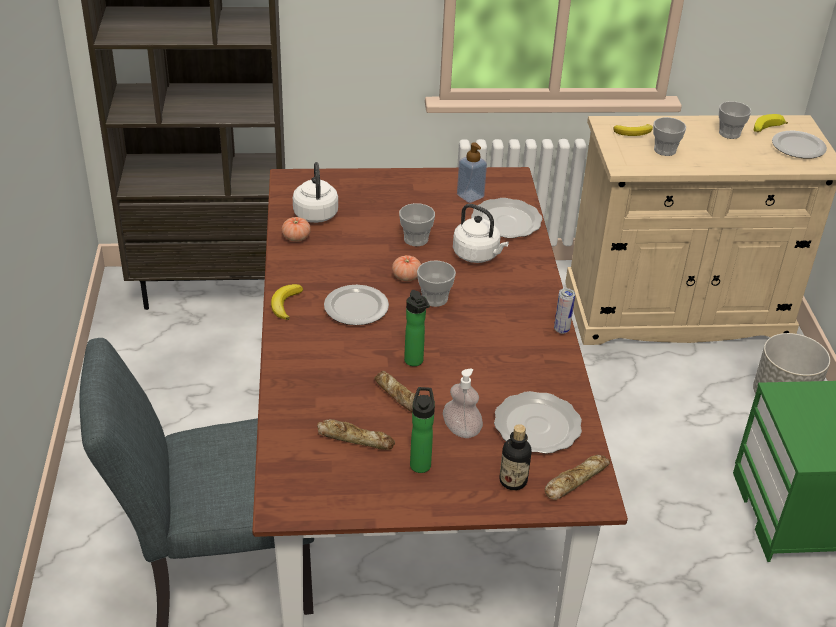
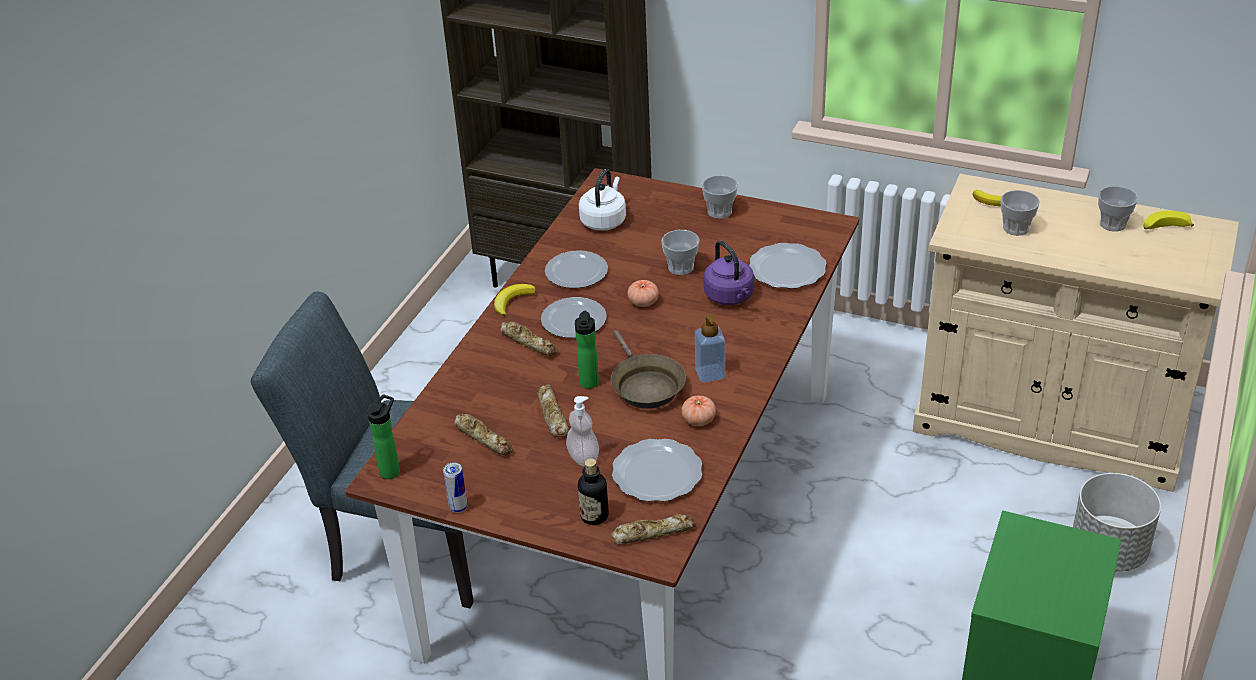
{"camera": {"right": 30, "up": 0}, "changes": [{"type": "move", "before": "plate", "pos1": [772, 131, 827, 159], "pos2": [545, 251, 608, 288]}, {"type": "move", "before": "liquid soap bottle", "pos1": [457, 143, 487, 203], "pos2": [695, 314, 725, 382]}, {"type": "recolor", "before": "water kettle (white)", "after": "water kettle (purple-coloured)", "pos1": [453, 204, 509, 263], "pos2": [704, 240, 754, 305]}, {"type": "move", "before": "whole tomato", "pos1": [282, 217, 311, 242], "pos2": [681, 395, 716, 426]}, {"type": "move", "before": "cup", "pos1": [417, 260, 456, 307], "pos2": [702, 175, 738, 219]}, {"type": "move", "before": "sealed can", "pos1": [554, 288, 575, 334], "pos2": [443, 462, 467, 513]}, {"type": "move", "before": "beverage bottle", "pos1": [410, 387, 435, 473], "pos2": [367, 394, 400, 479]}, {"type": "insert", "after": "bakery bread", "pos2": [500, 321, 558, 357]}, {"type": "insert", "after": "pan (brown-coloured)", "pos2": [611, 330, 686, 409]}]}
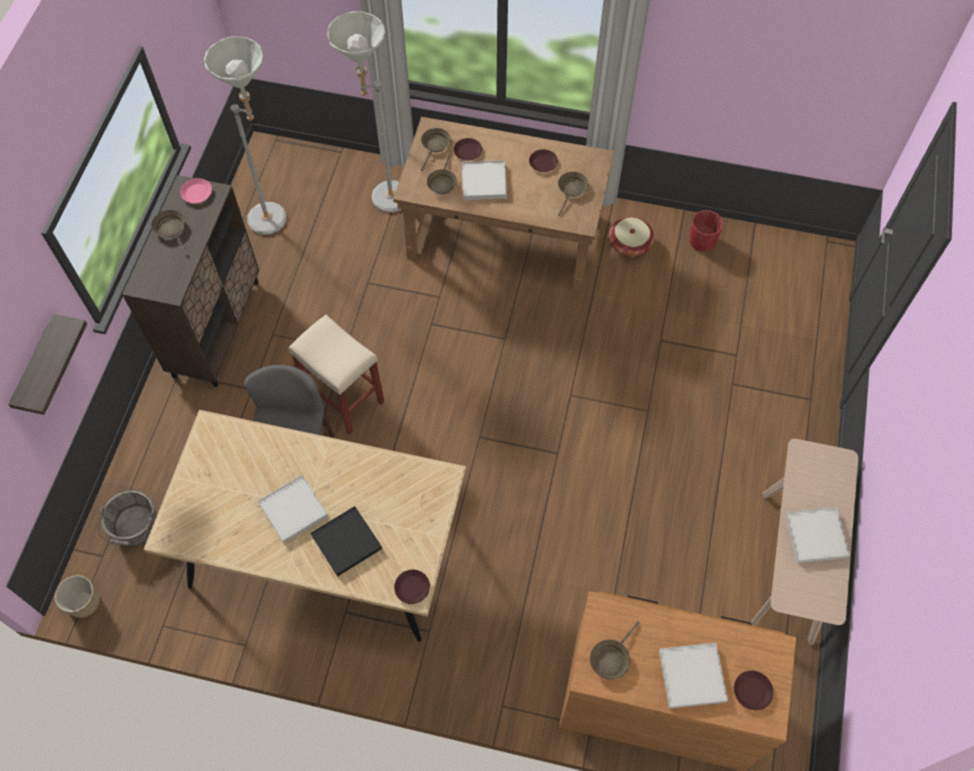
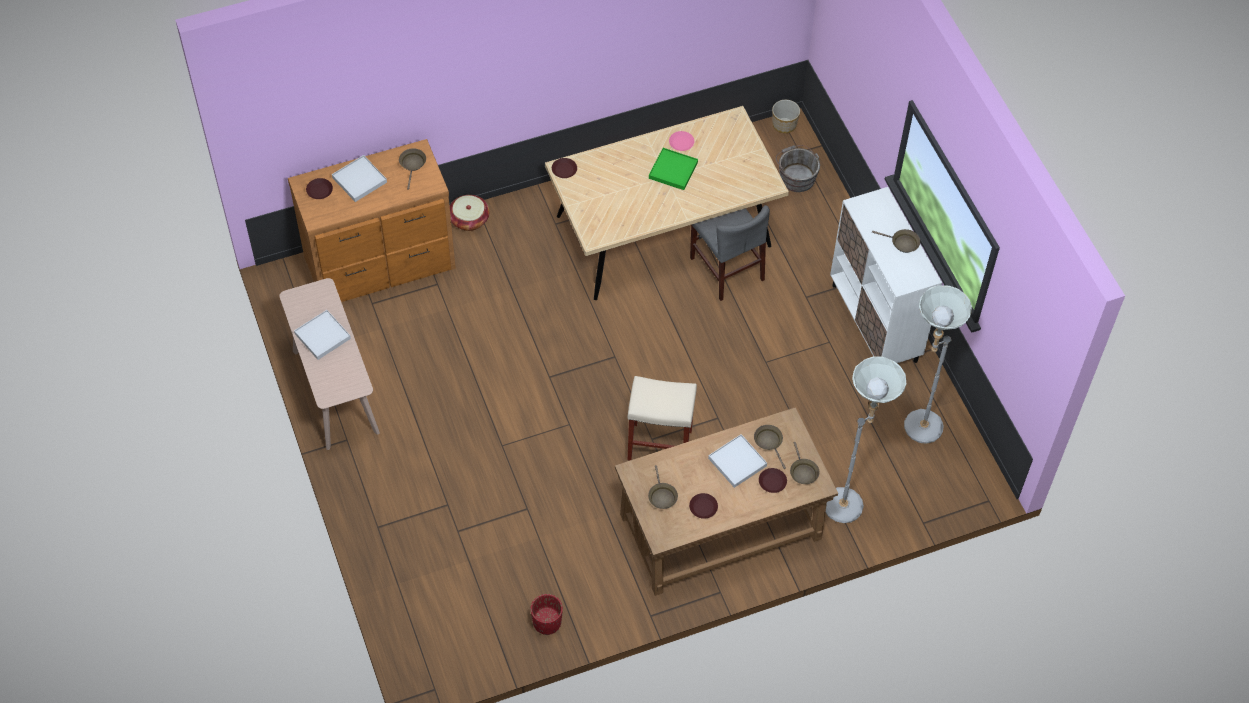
{"camera": {"right": 145, "up": -5}, "changes": [{"type": "recolor", "before": "cabinet (brown-coloured)", "after": "cabinet (white)", "pos1": [122, 175, 259, 387], "pos2": [830, 187, 942, 363]}, {"type": "move", "before": "plate (pink-coloured)", "pos1": [180, 178, 212, 203], "pos2": [669, 131, 694, 151]}, {"type": "move", "before": "basket", "pos1": [609, 217, 654, 257], "pos2": [450, 195, 489, 231]}, {"type": "delete", "before": "bracket shelf", "pos1": [8, 314, 87, 415]}, {"type": "move", "before": "sitting stool (beige)", "pos1": [289, 315, 385, 435], "pos2": [628, 376, 697, 460]}, {"type": "recolor", "before": "tray (white)", "after": "tray (green-coloured)", "pos1": [258, 475, 328, 543], "pos2": [649, 148, 698, 190]}, {"type": "delete", "before": "tray (blackish)", "pos1": [311, 506, 382, 577]}]}
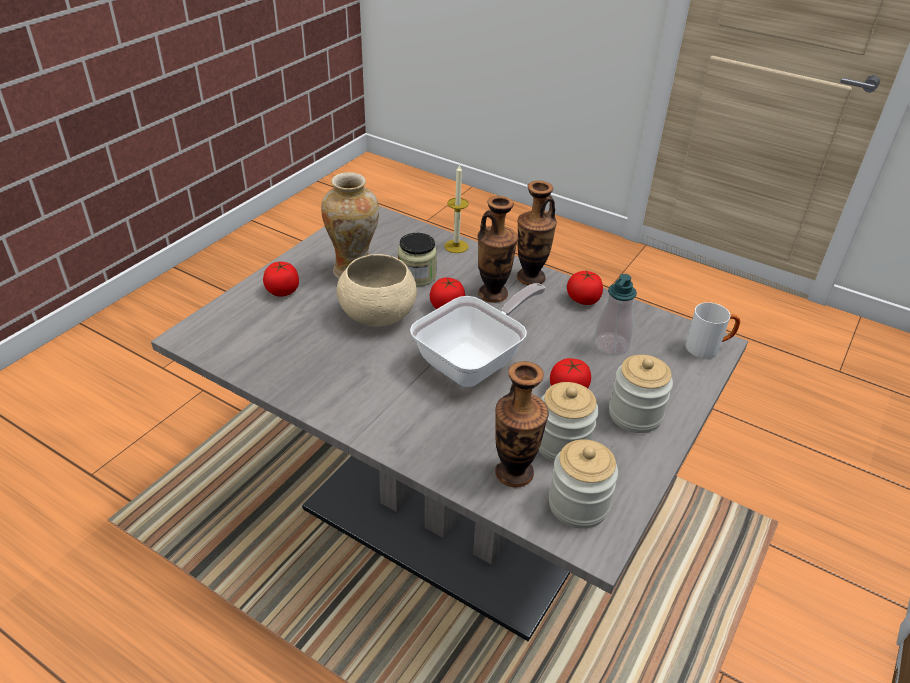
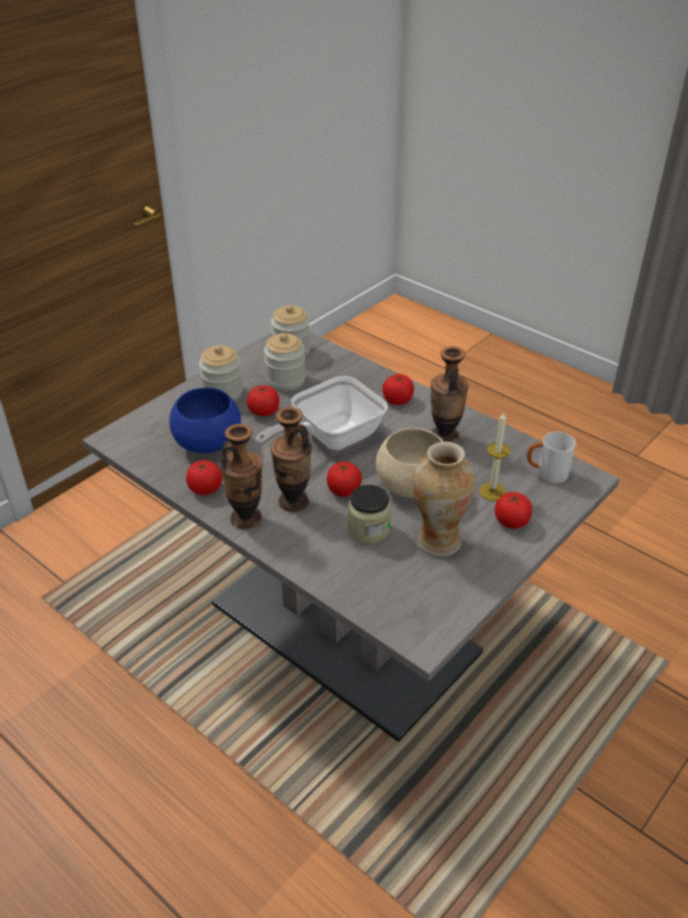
{"camera": {"right": -170, "up": 0}, "changes": [{"type": "move", "before": "wax light", "pos1": [444, 164, 469, 253], "pos2": [479, 413, 510, 501]}, {"type": "replace", "before": "liquid soap bottle", "after": "serving bowl (blue)", "pos1": [594, 274, 637, 355], "pos2": [169, 388, 241, 454]}, {"type": "move", "before": "tea mug (white)", "pos1": [686, 302, 740, 359], "pos2": [527, 432, 576, 483]}, {"type": "move", "before": "flower vase", "pos1": [495, 361, 549, 488], "pos2": [431, 347, 468, 443]}, {"type": "insert", "after": "whole tomato", "pos2": [382, 374, 414, 405]}]}
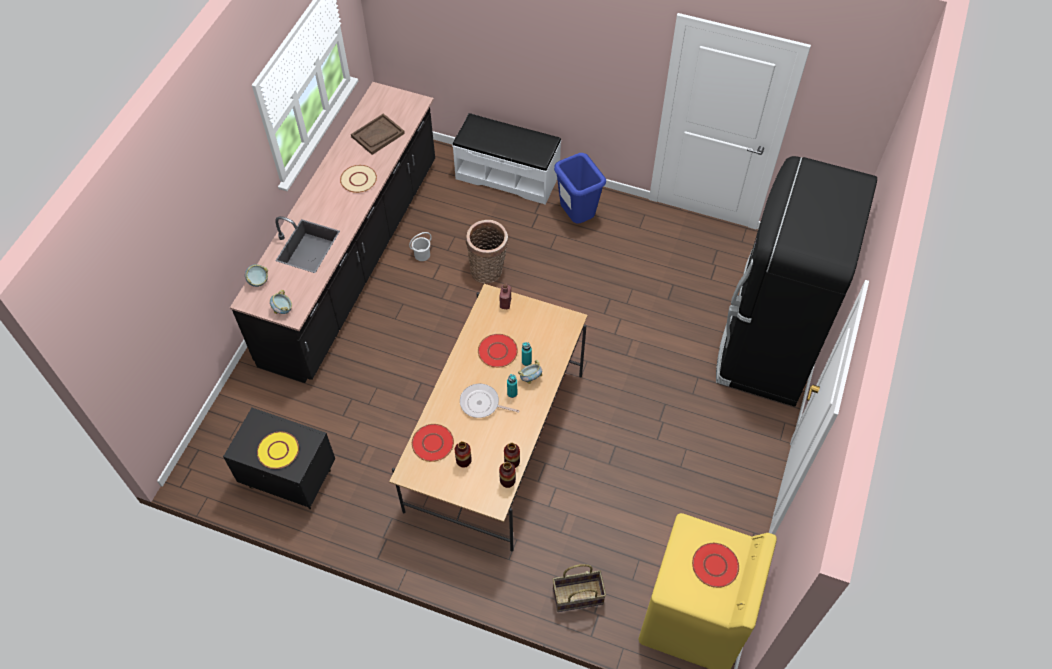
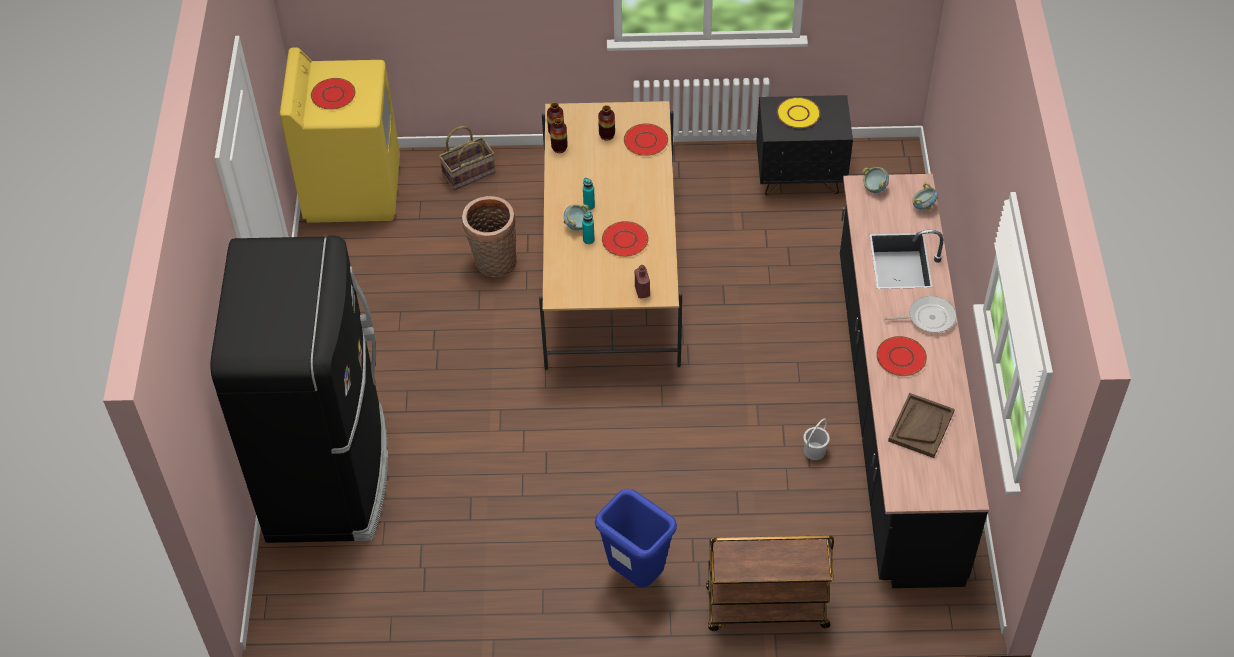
{"camera": {"right": 160, "up": -5}, "changes": [{"type": "replace", "before": "bench (white)", "after": "wheeled cart (brown-coloured)", "pos1": [452, 113, 561, 205], "pos2": [706, 535, 834, 631]}, {"type": "recolor", "before": "plate (beige)", "after": "plate (reddish)", "pos1": [340, 165, 377, 193], "pos2": [876, 336, 927, 376]}, {"type": "move", "before": "basket", "pos1": [466, 220, 508, 284], "pos2": [462, 196, 517, 277]}, {"type": "move", "before": "pan", "pos1": [460, 384, 519, 418], "pos2": [884, 296, 956, 333]}]}
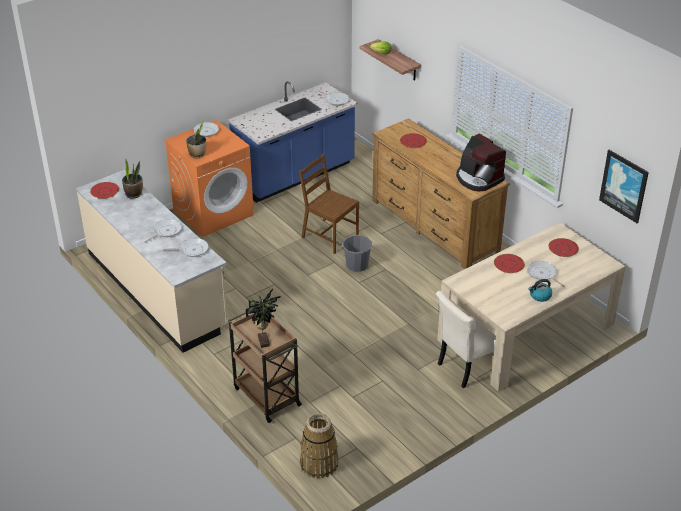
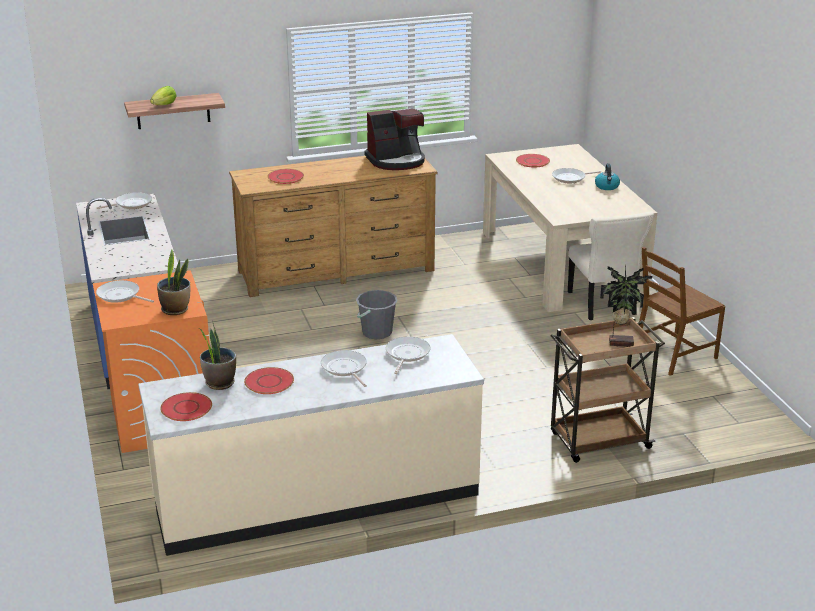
{"camera": {"right": -70, "up": -10}, "changes": [{"type": "delete", "before": "wall picture", "pos1": [599, 150, 649, 223]}, {"type": "move", "before": "plain chair (brown-coloured)", "pos1": [299, 154, 359, 254], "pos2": [639, 247, 725, 376]}, {"type": "move", "before": "plate (reddish)", "pos1": [494, 254, 525, 273], "pos2": [244, 367, 294, 394]}, {"type": "delete", "before": "basket", "pos1": [300, 413, 339, 479]}]}
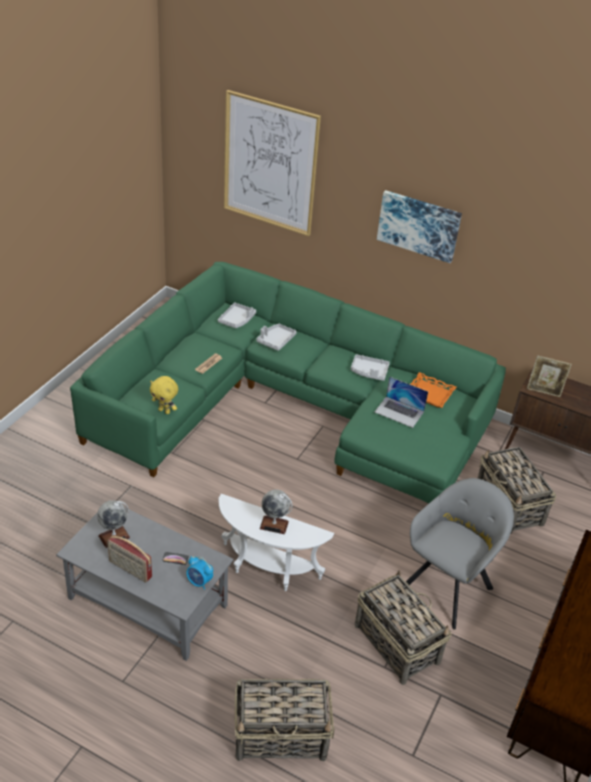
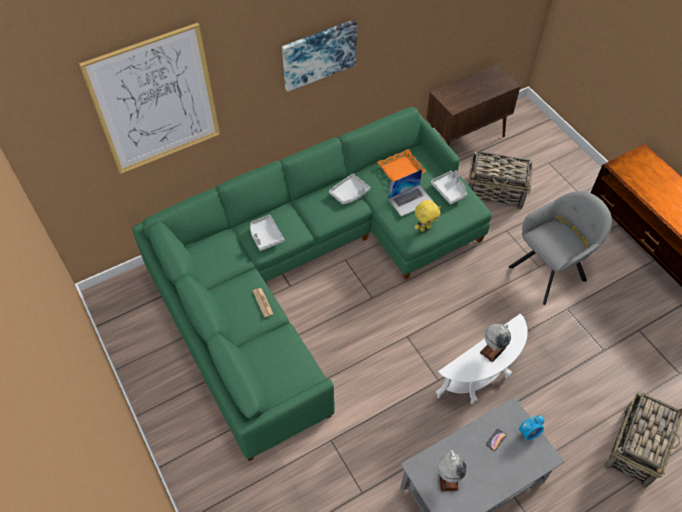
{"camera": {"right": -55, "up": 15}, "changes": [{"type": "move", "before": "tray (gray)", "pos1": [218, 302, 256, 328], "pos2": [431, 171, 467, 205]}, {"type": "delete", "before": "standing frame", "pos1": [527, 355, 572, 397]}, {"type": "move", "before": "soft toy (yellow-coloured)", "pos1": [150, 376, 178, 414], "pos2": [414, 200, 441, 232]}, {"type": "rotate", "before": "easy chair (gray)", "pos1": [406, 478, 514, 630], "pos2": [509, 191, 612, 305], "turn": 75}, {"type": "delete", "before": "radio receiver", "pos1": [107, 535, 152, 583]}, {"type": "delete", "before": "basket", "pos1": [355, 570, 452, 685]}]}
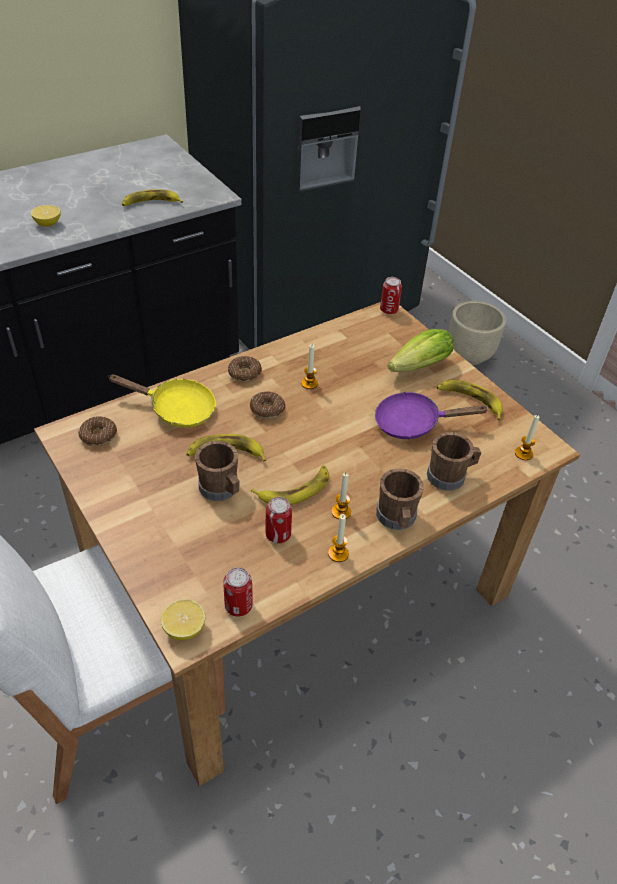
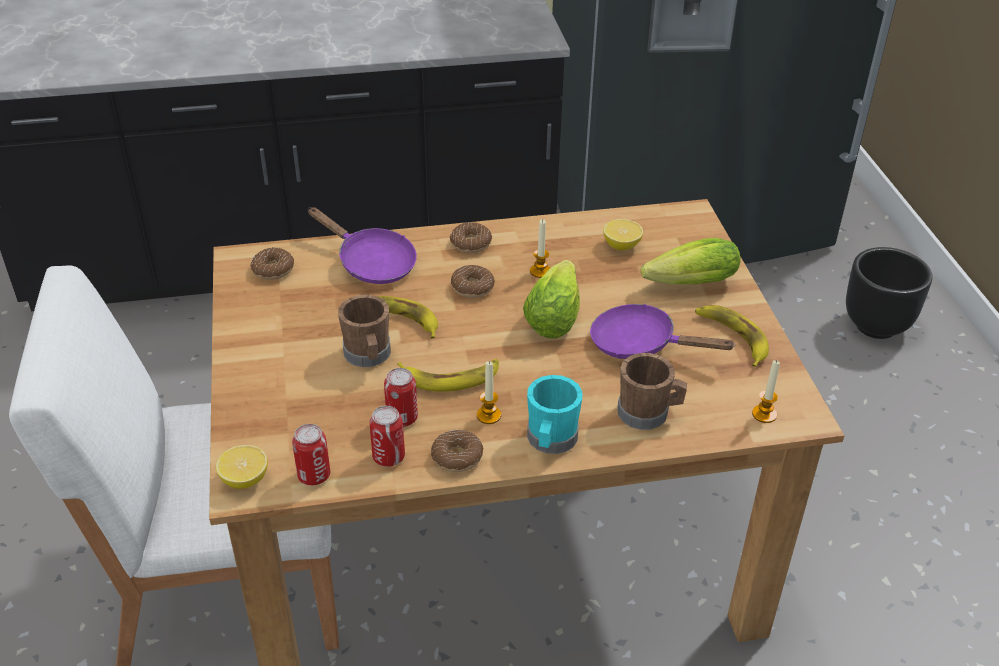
{"camera": {"right": 25, "up": -5}, "changes": [{"type": "delete", "before": "banana", "pos1": [122, 189, 183, 206]}, {"type": "move", "before": "lemon", "pos1": [31, 205, 61, 227], "pos2": [603, 219, 643, 250]}, {"type": "move", "before": "sealed can", "pos1": [380, 277, 402, 314], "pos2": [370, 406, 405, 467]}, {"type": "recolor", "before": "plant pot (beige)", "after": "plant pot (blackish)", "pos1": [449, 301, 506, 365], "pos2": [846, 247, 932, 339]}, {"type": "recolor", "before": "pan (yellow-coloured)", "after": "pan (purple-coloured)", "pos1": [109, 374, 216, 427], "pos2": [308, 207, 417, 284]}, {"type": "recolor", "before": "tea mug (brown-coloured)", "after": "tea mug (blue-green)", "pos1": [376, 468, 424, 530], "pos2": [527, 375, 583, 454]}, {"type": "replace", "before": "wax light", "after": "donut", "pos1": [328, 514, 349, 562], "pos2": [431, 430, 483, 472]}, {"type": "insert", "after": "lettuce", "pos2": [523, 260, 580, 339]}]}
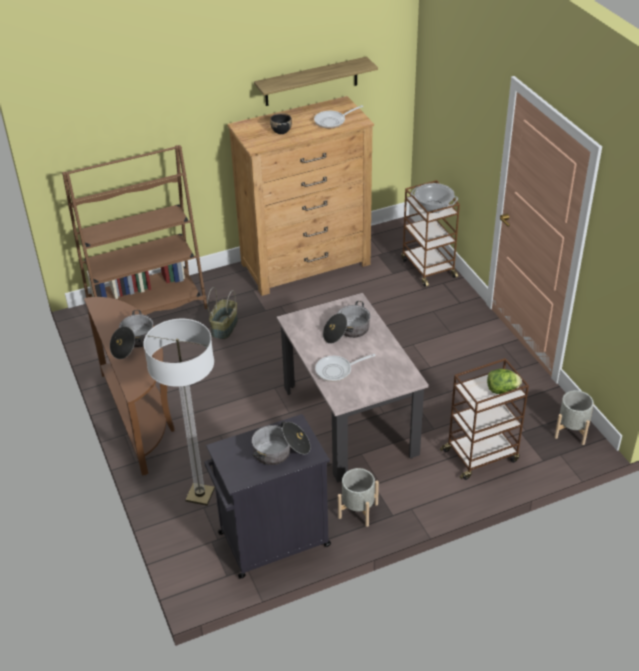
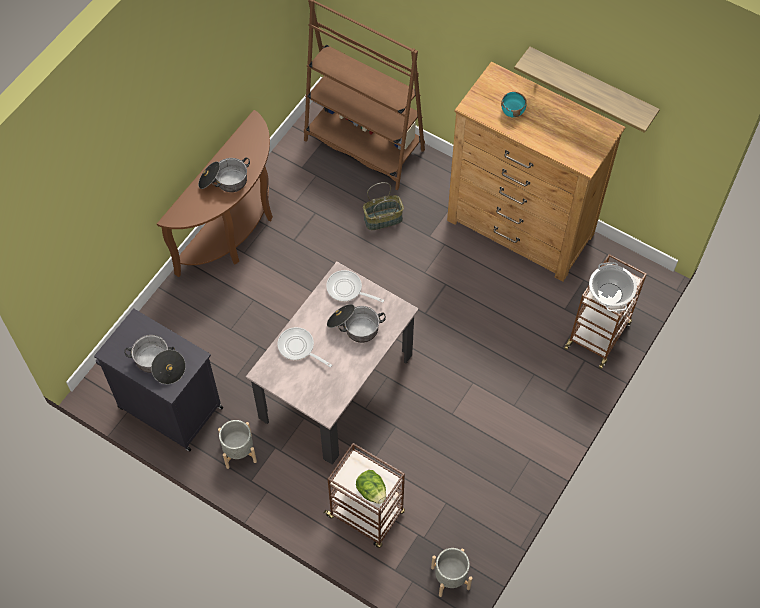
{"camera": {"right": 55, "up": 20}, "changes": [{"type": "move", "before": "pan", "pos1": [314, 105, 363, 129], "pos2": [326, 270, 384, 303]}, {"type": "recolor", "before": "serving bowl (blackish)", "after": "serving bowl (blue-green)", "pos1": [270, 113, 292, 134], "pos2": [501, 92, 527, 117]}, {"type": "delete", "before": "standard lamp", "pos1": [143, 319, 215, 506]}]}
